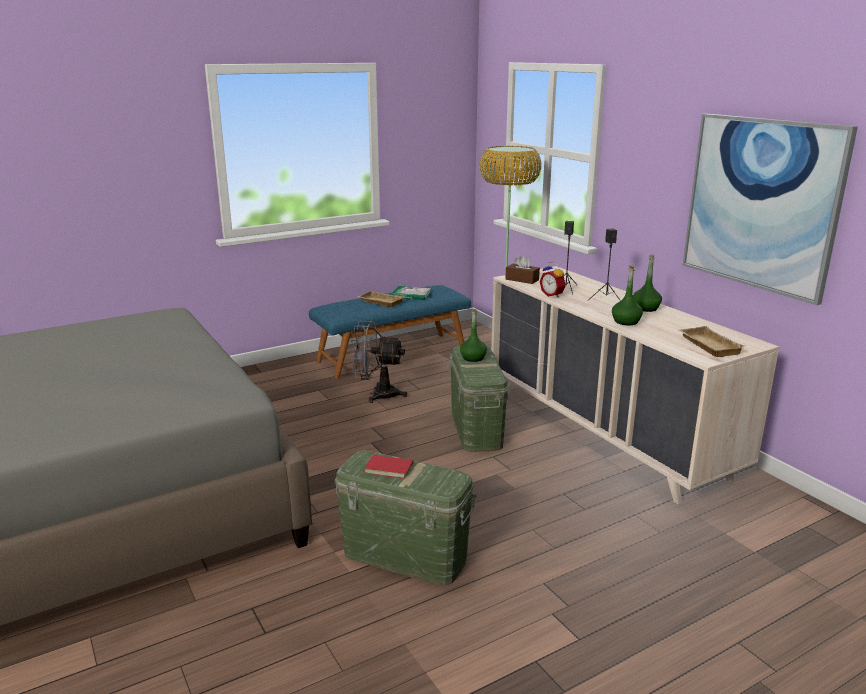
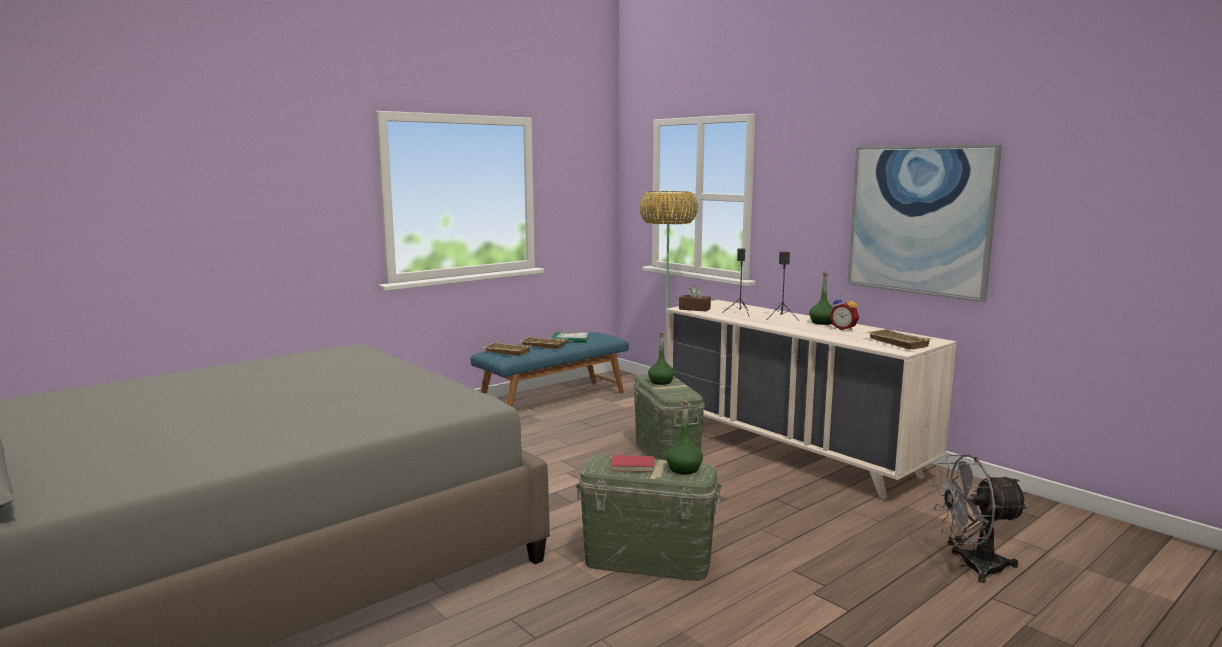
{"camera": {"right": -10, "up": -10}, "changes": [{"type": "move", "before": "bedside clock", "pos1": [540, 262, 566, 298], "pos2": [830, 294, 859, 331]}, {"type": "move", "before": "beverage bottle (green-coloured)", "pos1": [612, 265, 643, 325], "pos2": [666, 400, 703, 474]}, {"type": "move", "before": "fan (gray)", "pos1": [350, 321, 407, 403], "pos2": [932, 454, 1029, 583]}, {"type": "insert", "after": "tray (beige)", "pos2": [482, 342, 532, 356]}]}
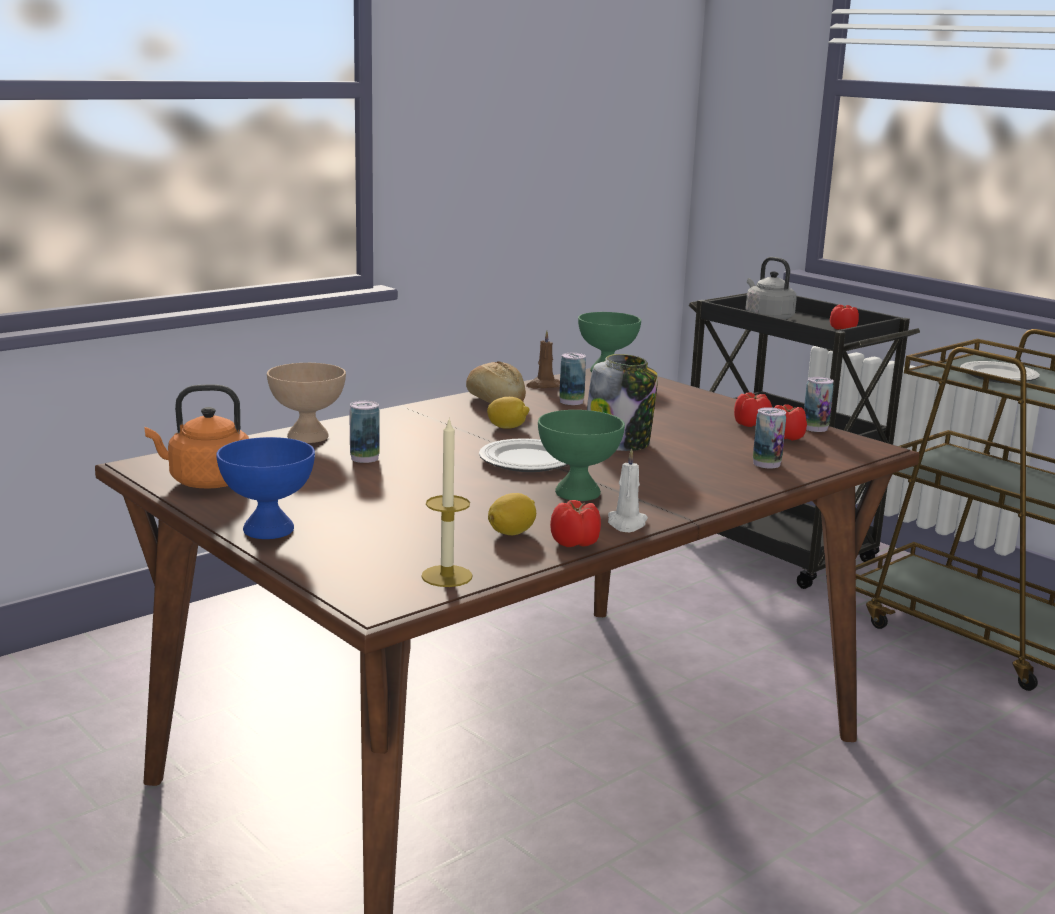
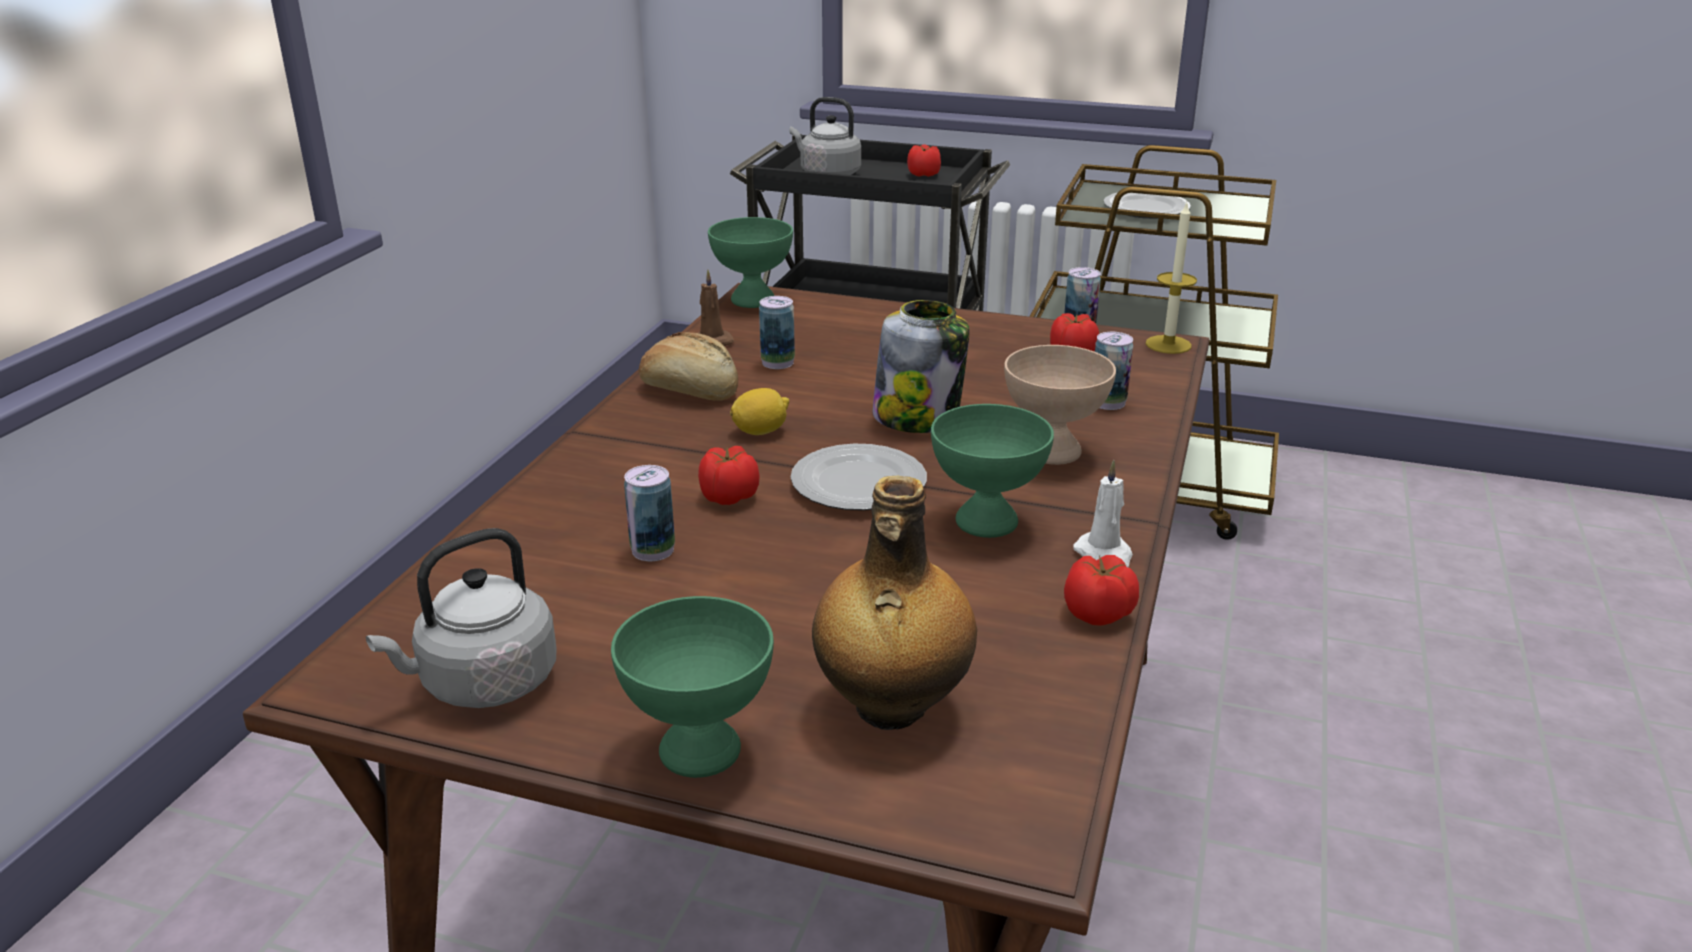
{"camera": {"right": -30, "up": 10}, "changes": [{"type": "move", "before": "serving bowl (beige)", "pos1": [267, 363, 346, 443], "pos2": [1004, 345, 1116, 465]}, {"type": "recolor", "before": "water kettle (orange-coloured)", "after": "water kettle (gray)", "pos1": [145, 384, 249, 489], "pos2": [366, 528, 557, 708]}, {"type": "move", "before": "whole tomato", "pos1": [734, 393, 772, 427], "pos2": [698, 446, 760, 505]}, {"type": "move", "before": "wax light", "pos1": [421, 417, 473, 587], "pos2": [1146, 203, 1197, 354]}, {"type": "recolor", "before": "serving bowl (blue)", "after": "serving bowl (green-coloured)", "pos1": [216, 437, 315, 539], "pos2": [611, 596, 774, 778]}, {"type": "delete", "before": "lemon", "pos1": [488, 493, 536, 535]}, {"type": "insert", "after": "beverage bottle", "pos2": [812, 476, 977, 730]}]}
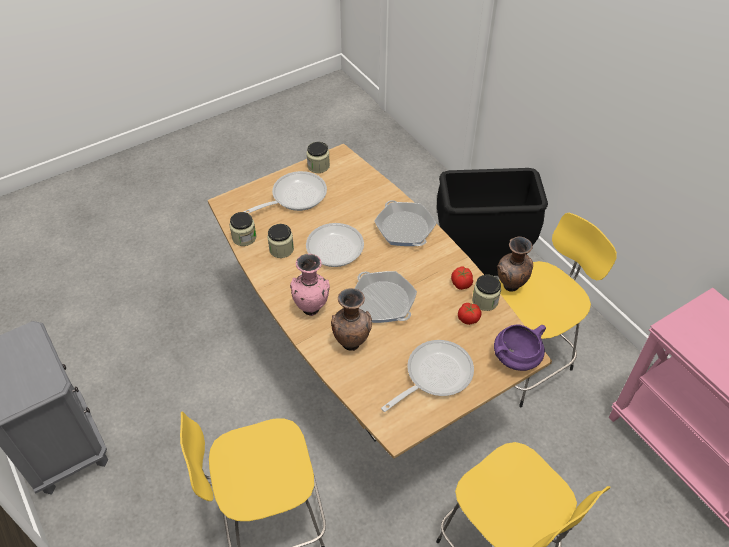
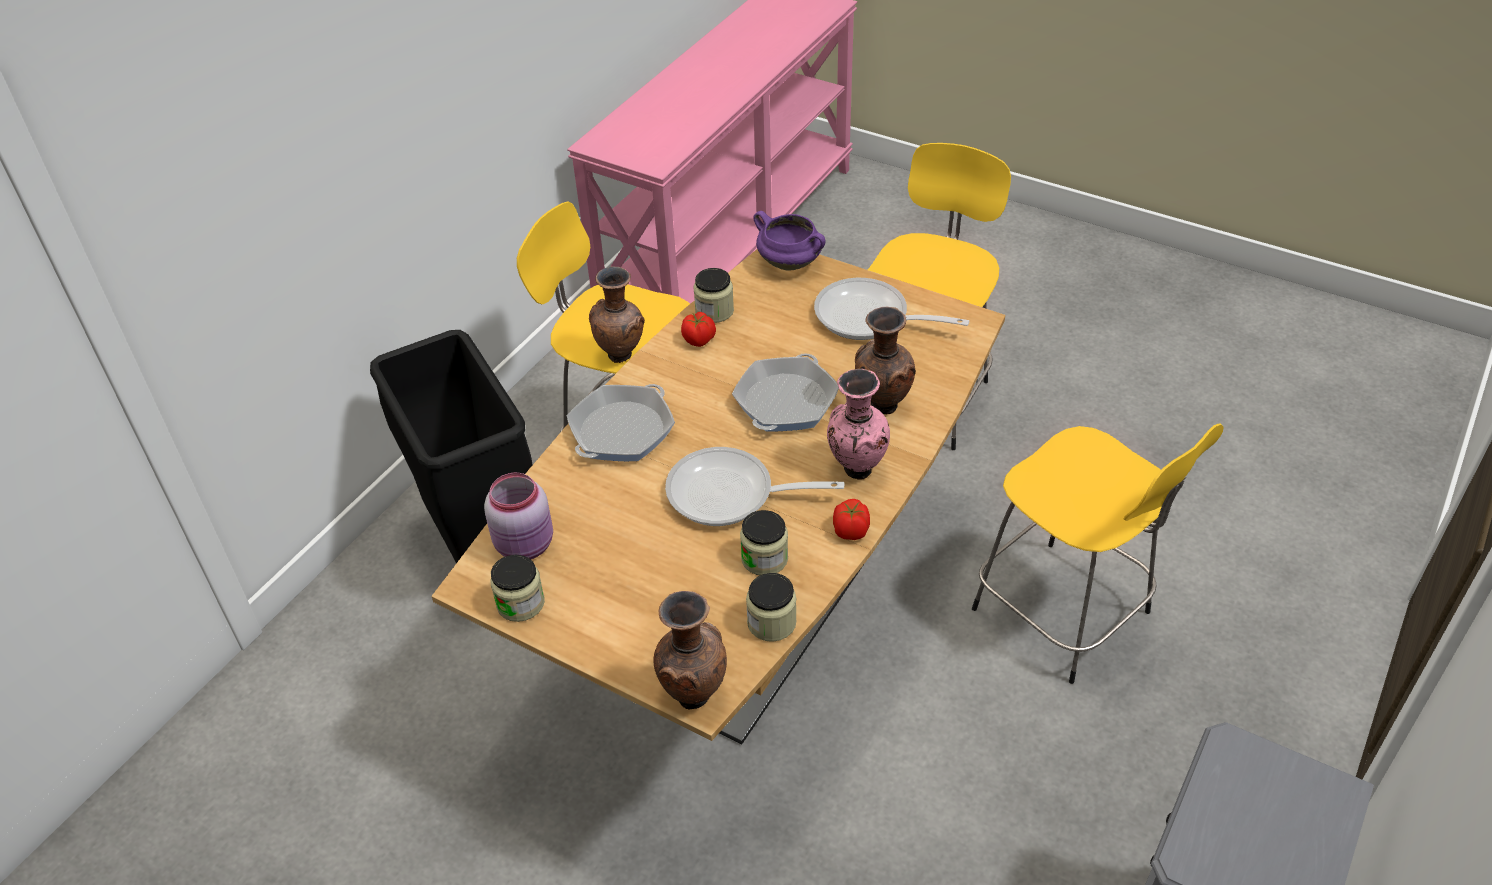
{"camera": {"right": -115, "up": -5}, "changes": [{"type": "delete", "before": "pan", "pos1": [243, 171, 327, 214]}, {"type": "move", "before": "whole tomato", "pos1": [458, 303, 482, 325], "pos2": [833, 499, 870, 540]}, {"type": "insert", "after": "jar (pink-coloured)", "pos2": [484, 473, 553, 559]}, {"type": "insert", "after": "flower vase (brown-coloured)", "pos2": [653, 591, 727, 709]}]}
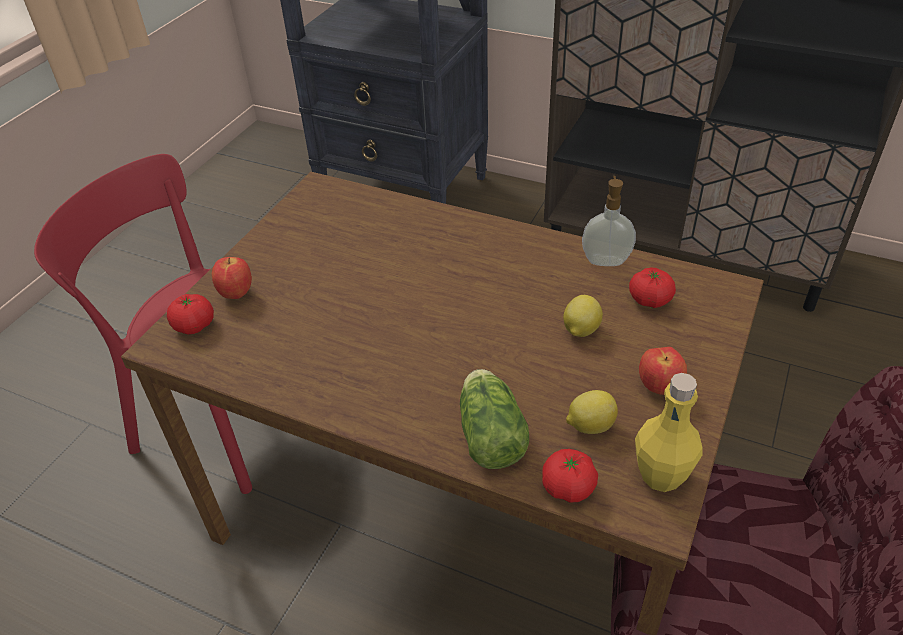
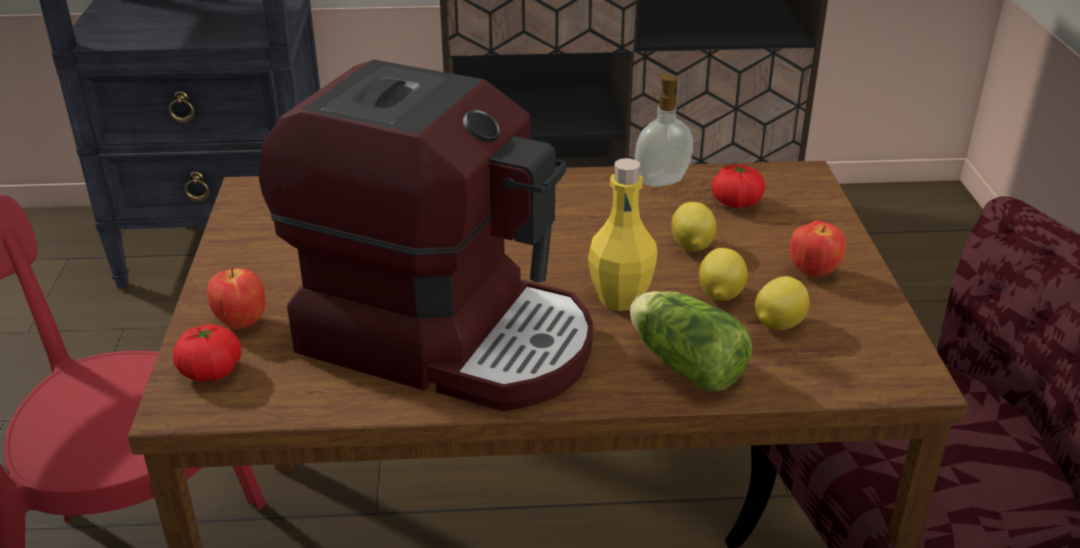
{"camera": {"right": -30, "up": -10}, "changes": [{"type": "move", "before": "beverage bottle (yellow-coloured)", "pos1": [635, 373, 703, 492], "pos2": [588, 158, 658, 311]}, {"type": "delete", "before": "whole tomato", "pos1": [542, 449, 598, 503]}, {"type": "insert", "after": "coffee brewer", "pos2": [259, 59, 593, 411]}, {"type": "insert", "after": "lemon", "pos2": [699, 248, 748, 301]}]}
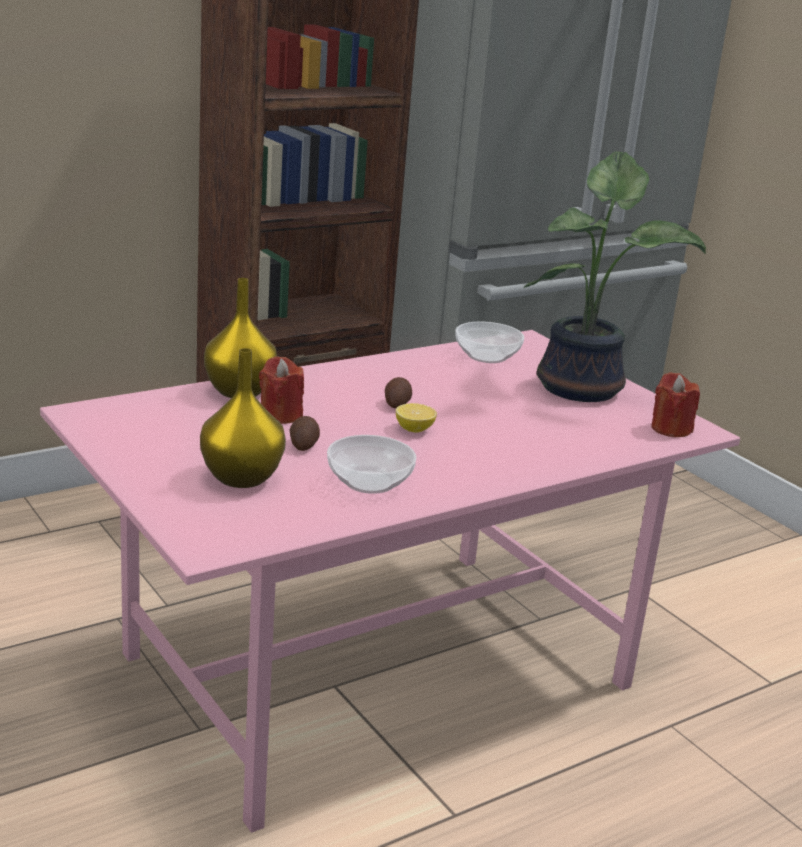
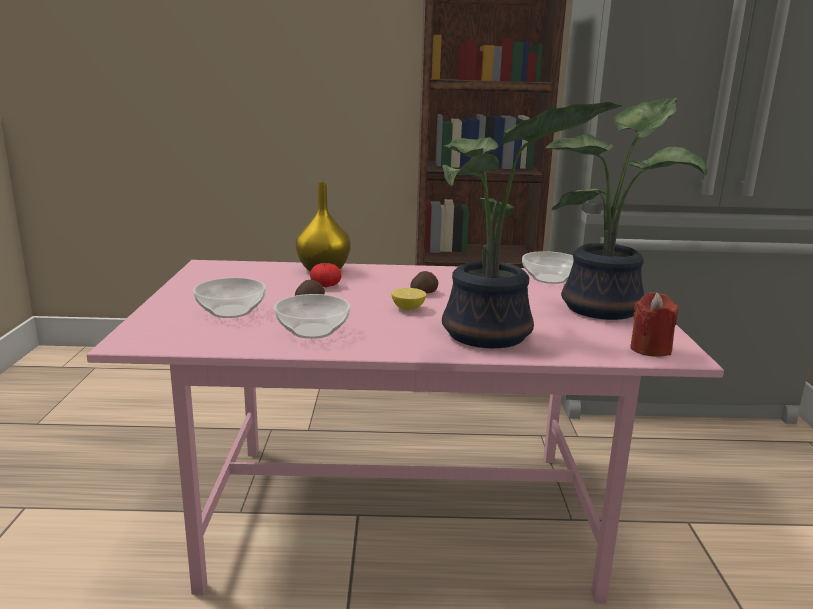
{"camera": {"right": 35, "up": -5}, "changes": [{"type": "replace", "before": "flower vase (yellow-coloured)", "after": "serving bowl", "pos1": [200, 348, 286, 488], "pos2": [193, 277, 266, 318]}, {"type": "replace", "before": "wax light (reddish)", "after": "whole tomato", "pos1": [259, 356, 304, 424], "pos2": [310, 263, 341, 287]}, {"type": "insert", "after": "plant in a pot", "pos2": [442, 102, 623, 348]}]}
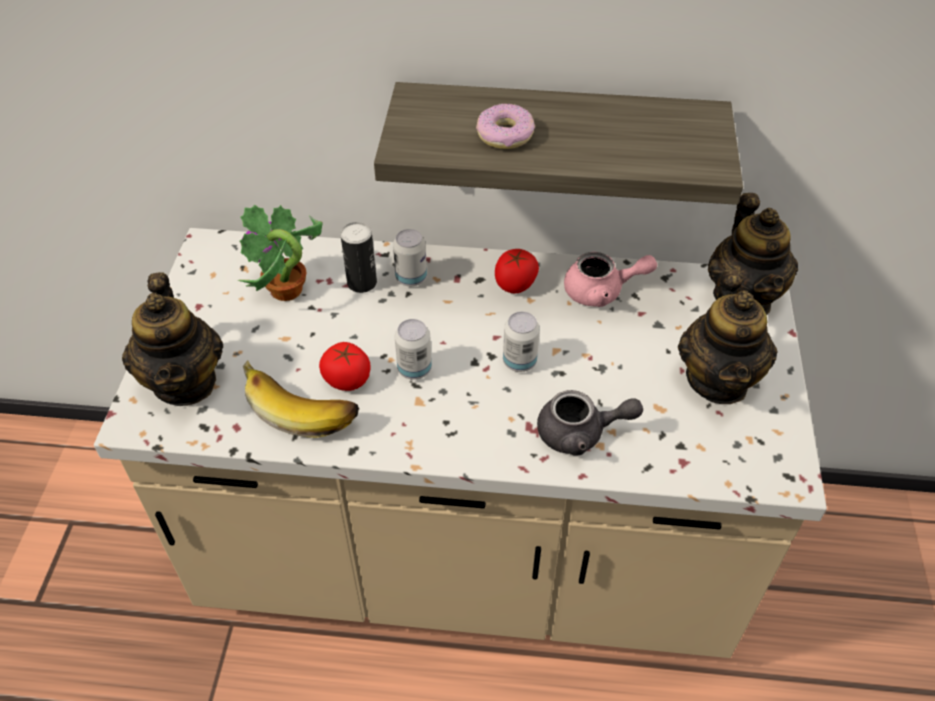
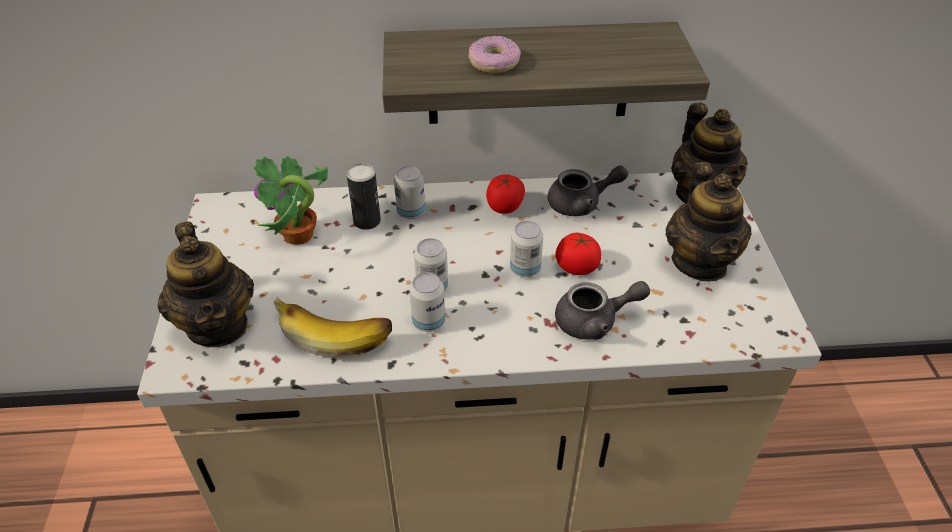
{"camera": {"right": -10, "up": -5}, "changes": [{"type": "recolor", "before": "pot for tea (pink-coloured)", "after": "pot for tea (gray)", "pos1": [564, 252, 657, 307], "pos2": [548, 165, 628, 216]}, {"type": "move", "before": "whole tomato", "pos1": [319, 342, 370, 391], "pos2": [555, 233, 601, 275]}, {"type": "insert", "after": "sealed can", "pos2": [409, 273, 445, 332]}]}
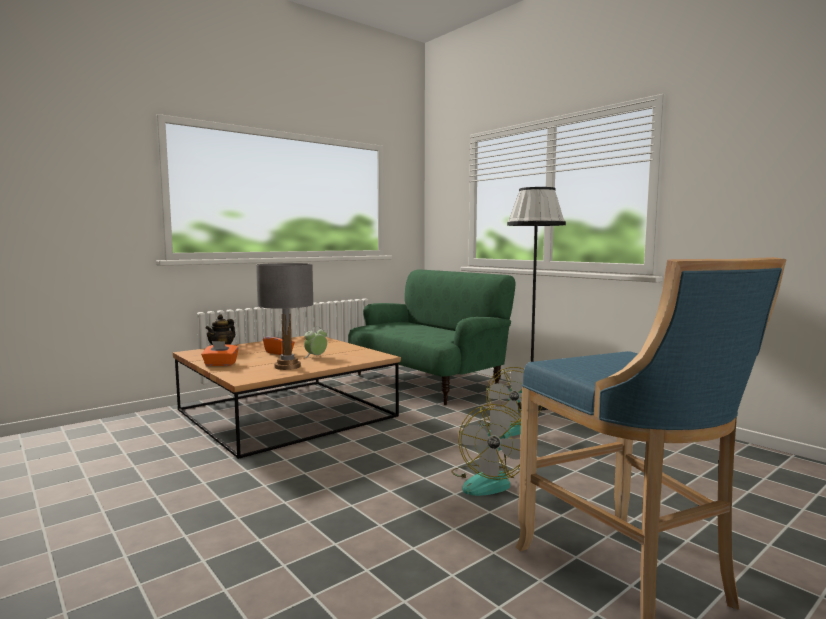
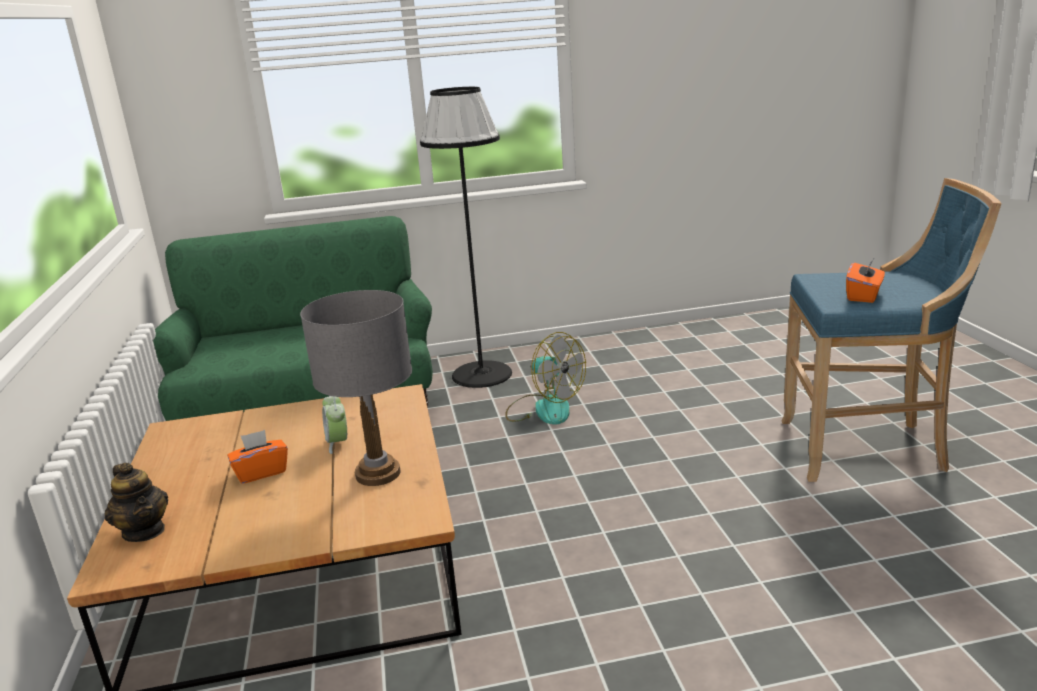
{"camera": {"right": -60, "up": 15}, "changes": [{"type": "move", "before": "tissue box (orange-coloured)", "pos1": [201, 341, 239, 366], "pos2": [846, 257, 885, 303]}, {"type": "delete", "before": "fan", "pos1": [451, 404, 521, 496]}]}
